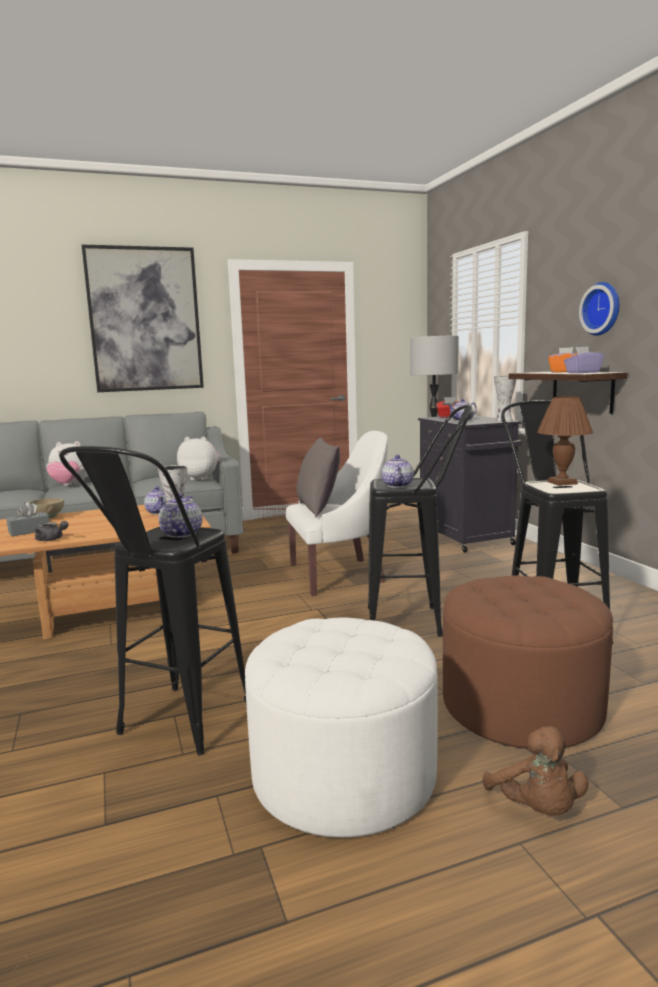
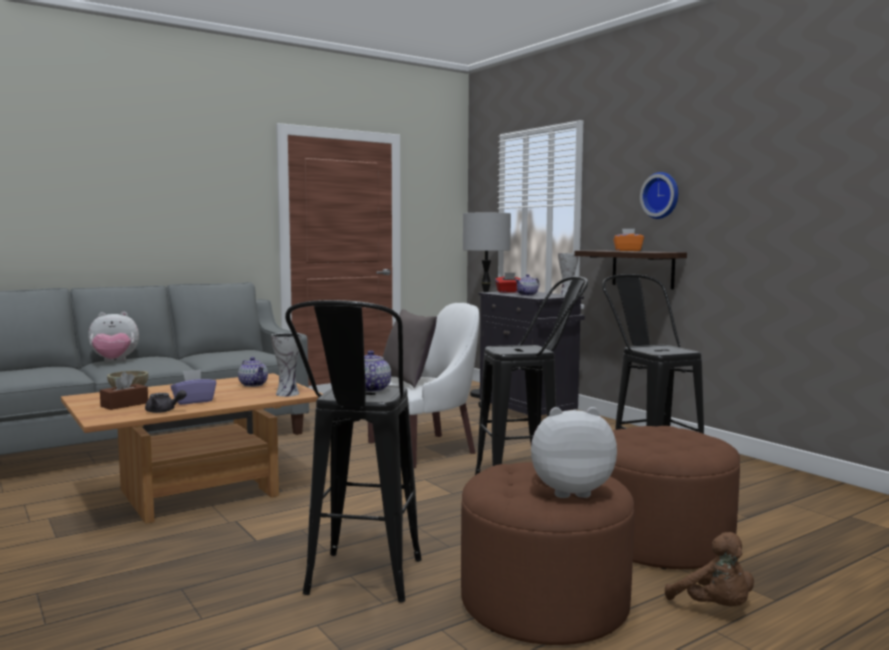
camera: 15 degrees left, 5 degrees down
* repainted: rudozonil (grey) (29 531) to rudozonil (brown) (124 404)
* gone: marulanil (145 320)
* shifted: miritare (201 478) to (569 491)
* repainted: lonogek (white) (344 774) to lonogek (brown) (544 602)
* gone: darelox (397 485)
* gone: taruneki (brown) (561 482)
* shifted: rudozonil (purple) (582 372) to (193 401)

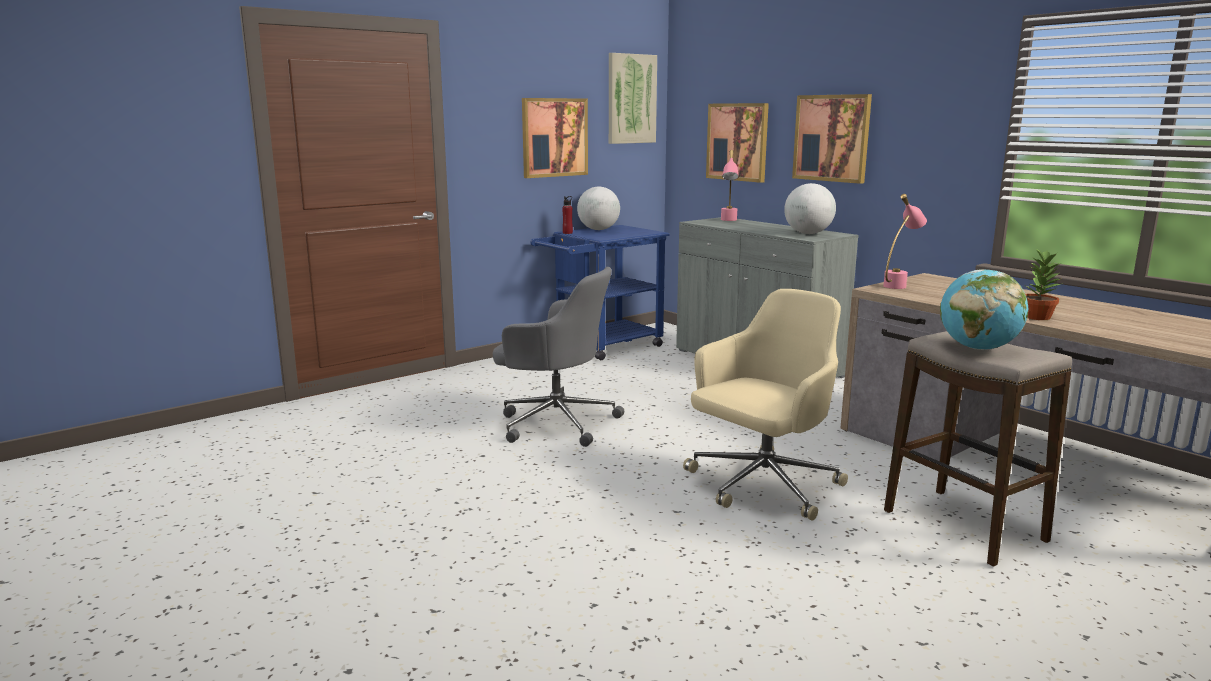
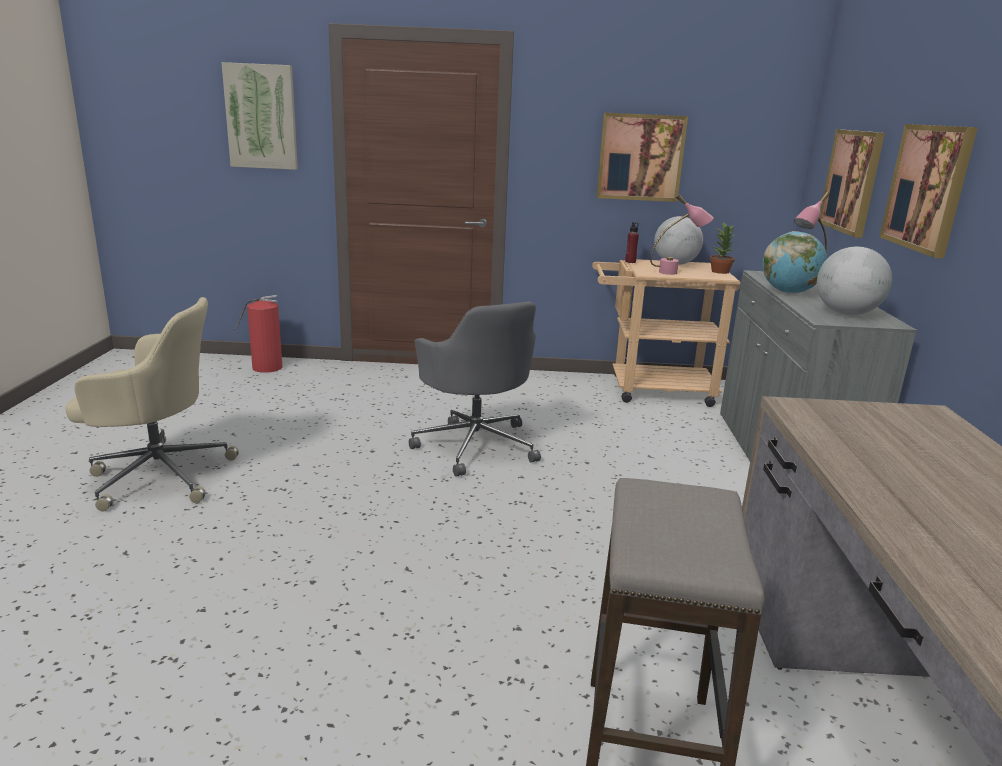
camera: 40 degrees right, 5 degrees up
* repainted: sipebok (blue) (601 347) to sipebok (beige) (651 390)
* shifted: marulanil (631 99) to (261 117)
* shifted: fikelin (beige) (762 485) to (158 475)
* shifted: taruneki (pink) (899 285) to (676 272)
* shifted: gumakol (978 348) to (788 292)
* shifted: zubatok (1036 317) to (720 271)
* new: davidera (265 367)

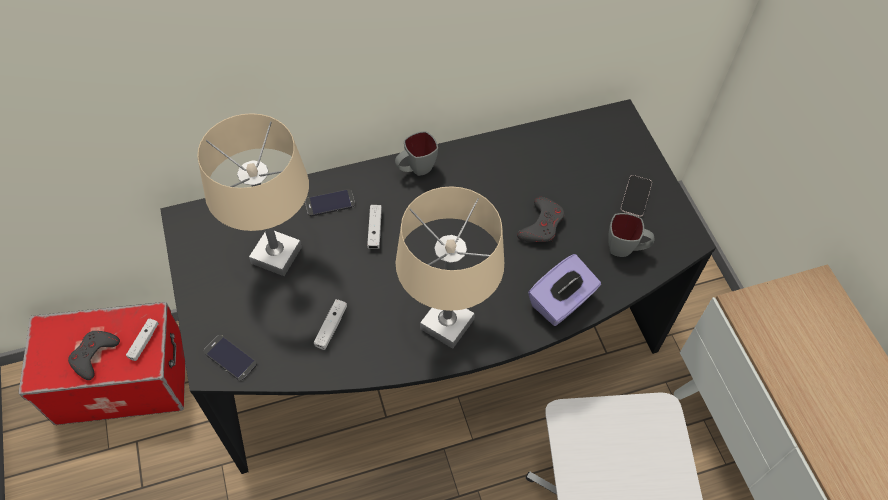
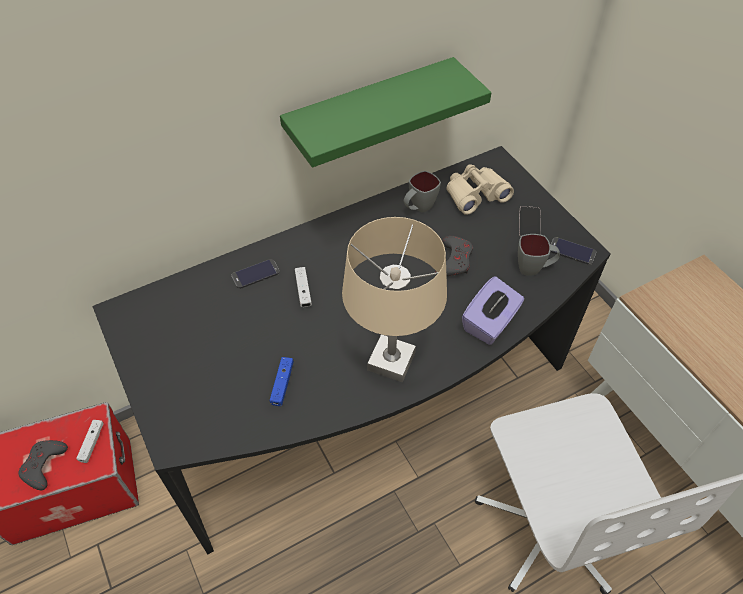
camera: 10 degrees left, 5 degrees down
* gone: taruneki (beige) (276 255)
* shifted: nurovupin (230 357) to (572 251)
* repainted: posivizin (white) (331 327) to posivizin (blue) (282 384)
* shifted: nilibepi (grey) (415 170) to (418 208)
* new: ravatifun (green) (370 115)
* new: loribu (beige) (475 194)

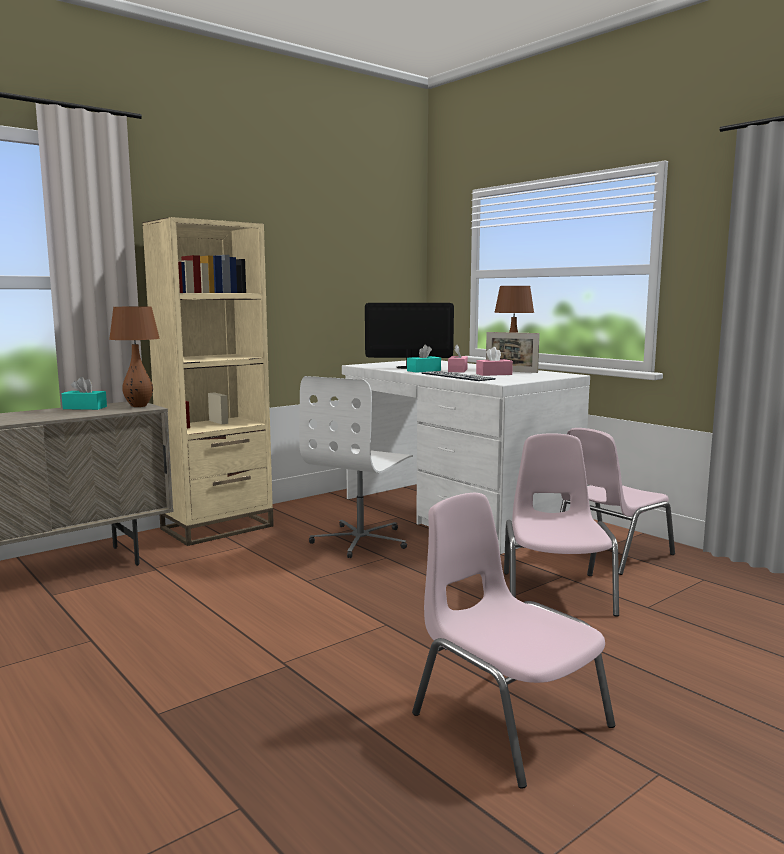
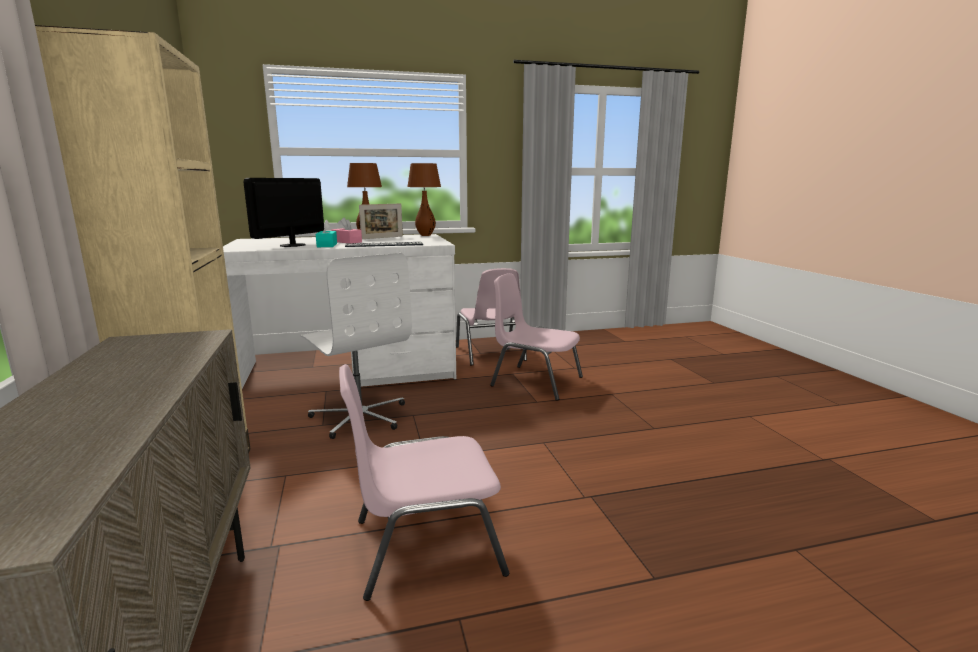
camera: 65 degrees left, 5 degrees up
* gone: rudozonil (turquoise) (85 408)
* shifted: taruneki (brown) (139 406) to (425 235)
* shifted: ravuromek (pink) (508 719) to (424 545)
* gone: rudozonil (pink) (494 374)

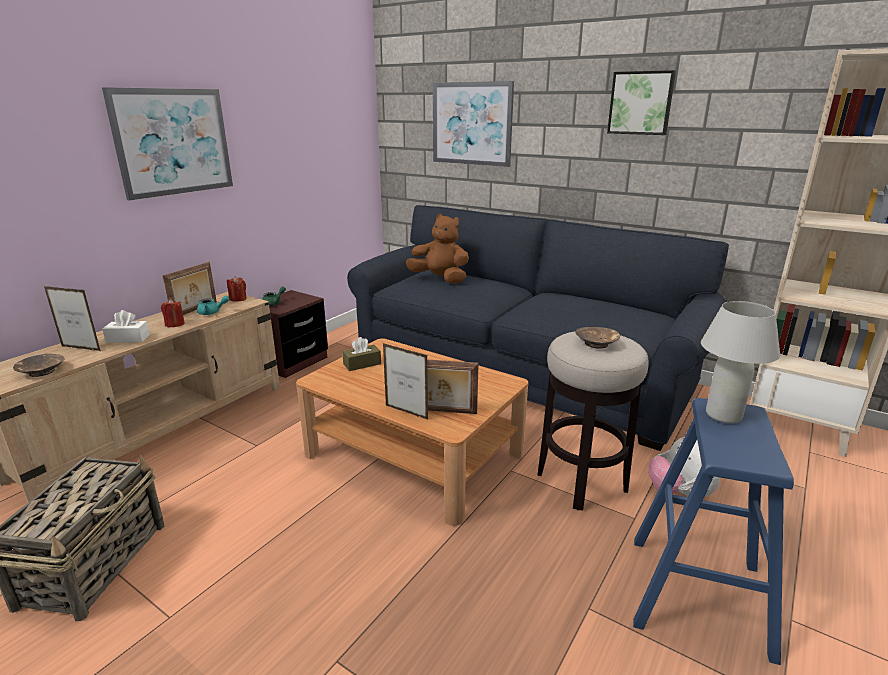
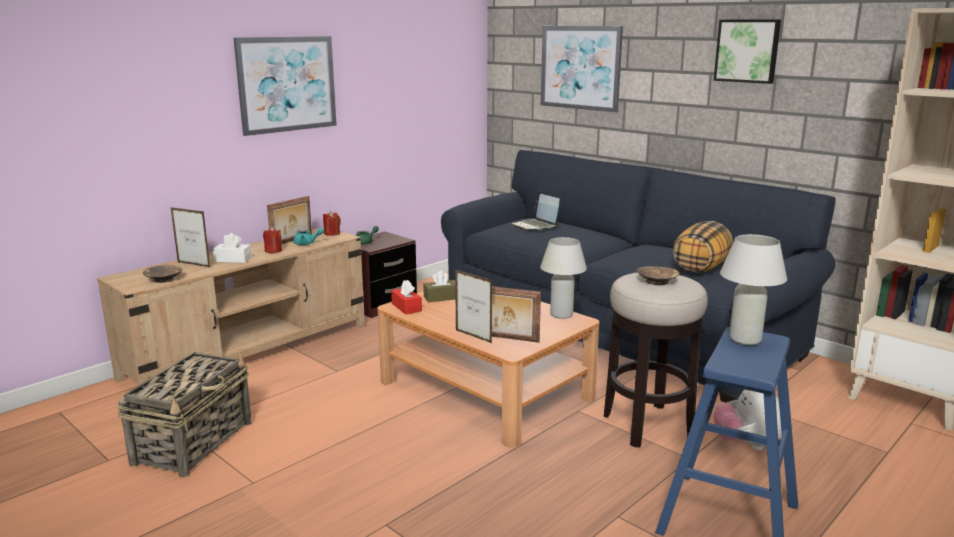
camera: 10 degrees right, 5 degrees down
* swapped: miritare (brown) (440 279) to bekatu (535 226)
* new: rudozonil (red) (406 307)
* new: taruneki (white) (561 315)
* new: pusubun (700 267)

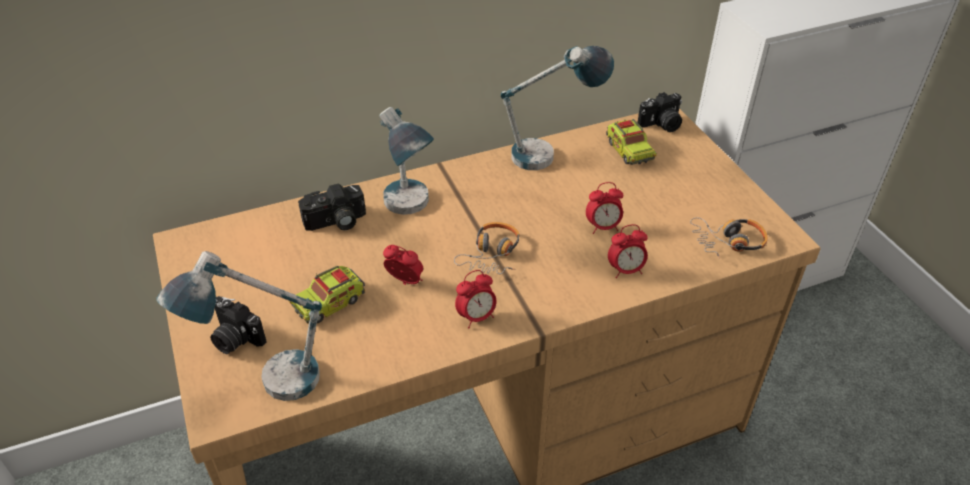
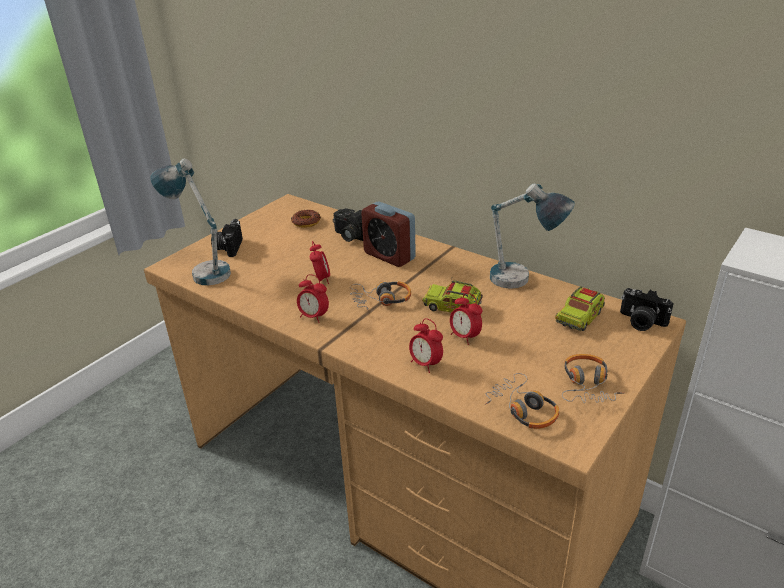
camera: 60 degrees right, 10 degrees down
* shifted: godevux (329 303) to (452 307)
* swapped: taruneki (410 212) to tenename (389 256)
* new: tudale (306 222)
* new: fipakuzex (587 385)

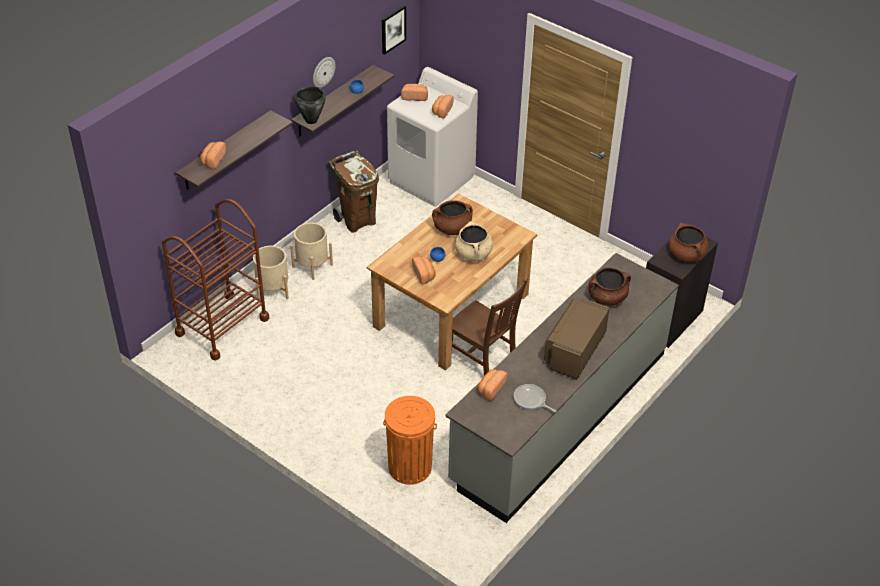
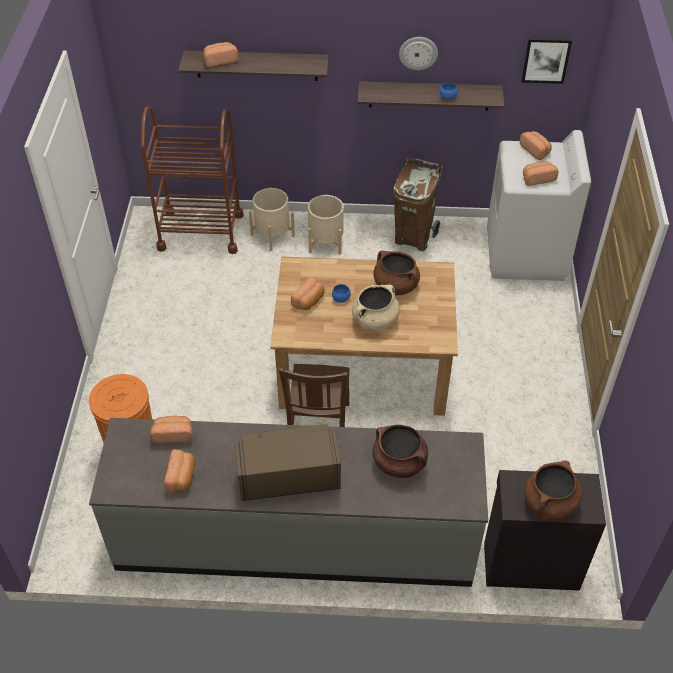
camera: 55 degrees right, 5 degrees up
* gone: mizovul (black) (311 120)
* swapped: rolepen (531 400) to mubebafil (182 477)

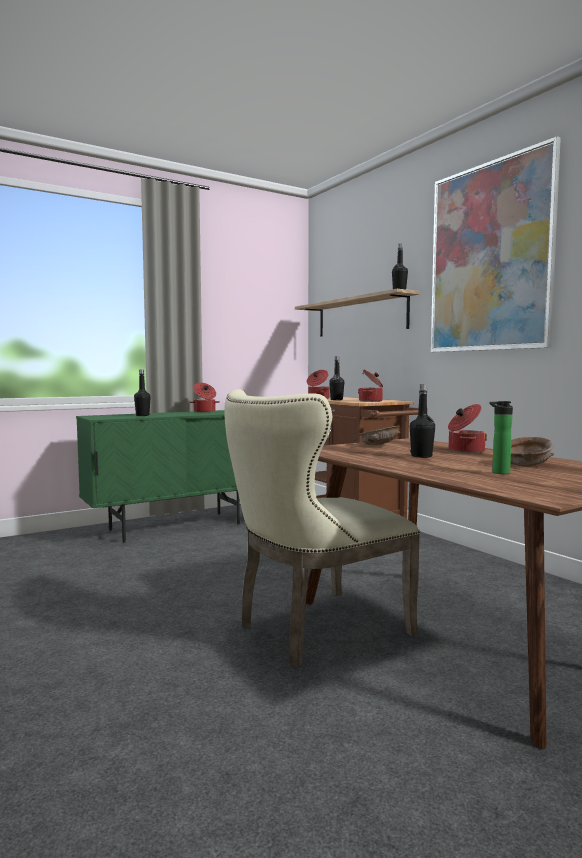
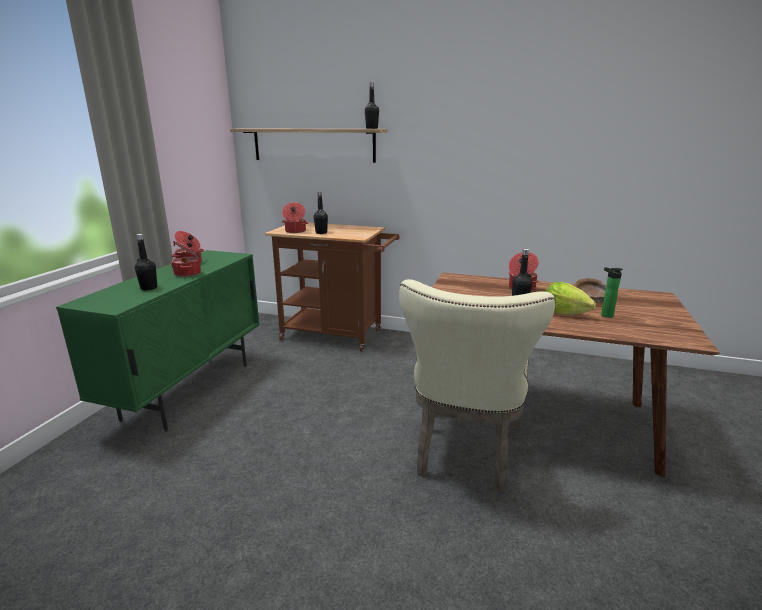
camera: 40 degrees left, 15 degrees up
* shifted: mizovul (371 401) to (188 273)
* gone: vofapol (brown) (379 445)
* gone: marulanil (489 257)
* new: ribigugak (564 313)

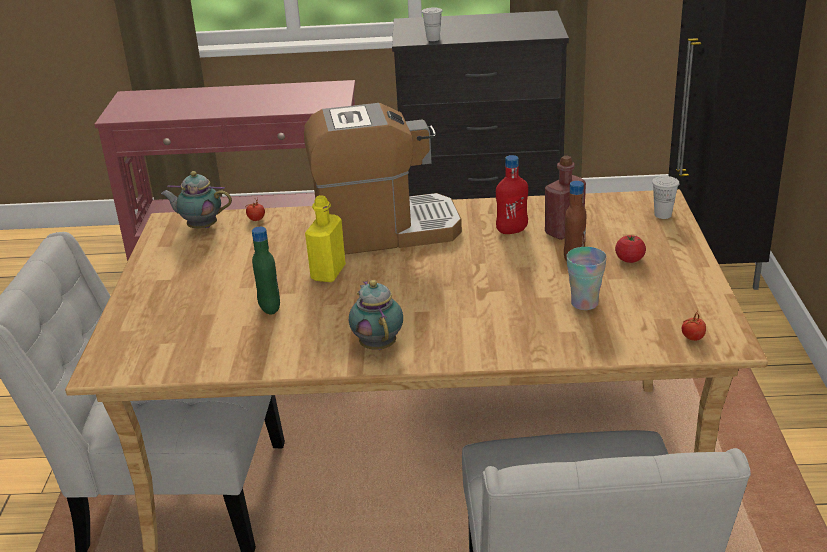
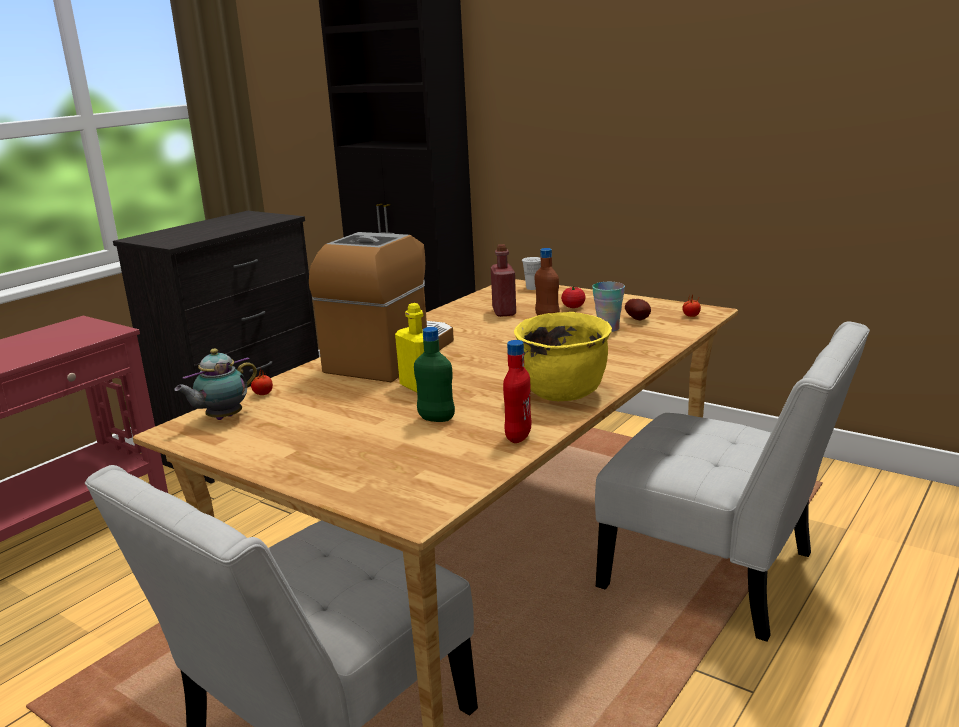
camera: 55 degrees left, 10 degrees down
* swapped: darelox (378 344) to mizovul (yellow) (563 393)
* gone: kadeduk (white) (433 39)
* shifted: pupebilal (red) (512 231) to (518 437)
* new: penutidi (638 319)

